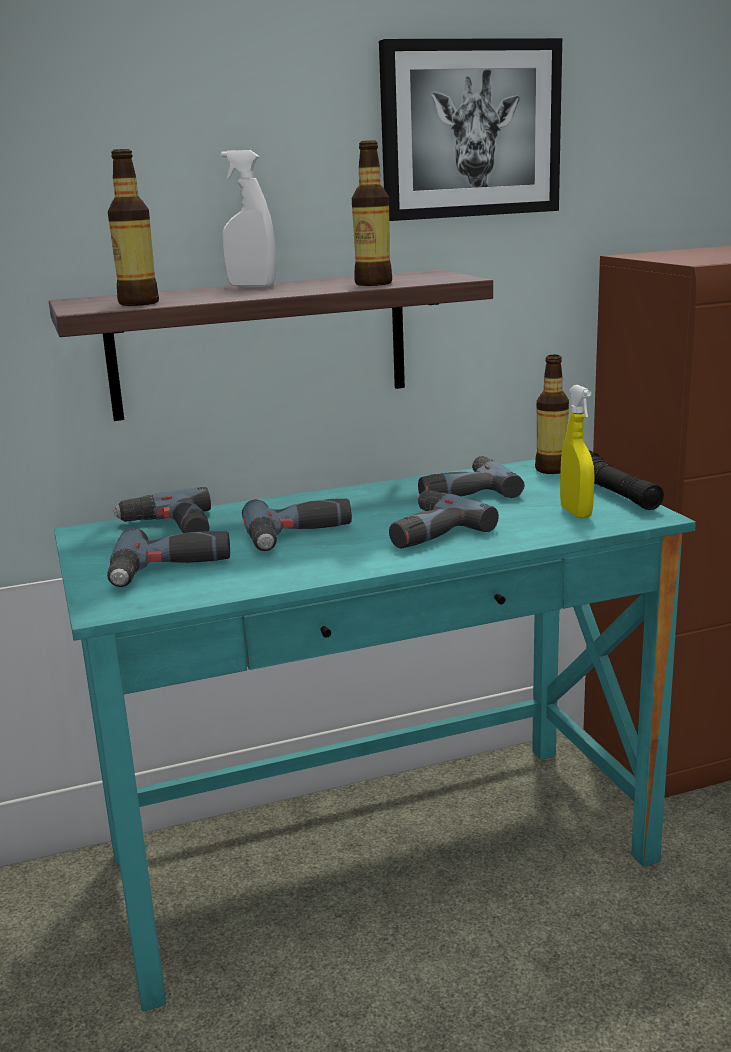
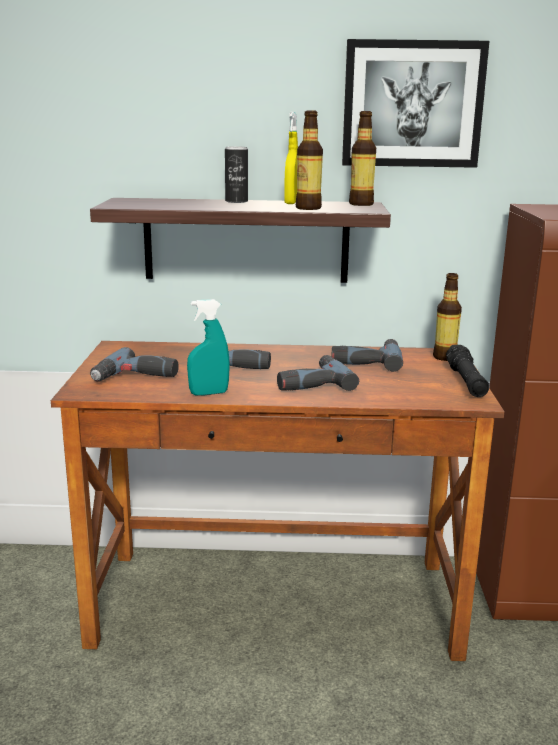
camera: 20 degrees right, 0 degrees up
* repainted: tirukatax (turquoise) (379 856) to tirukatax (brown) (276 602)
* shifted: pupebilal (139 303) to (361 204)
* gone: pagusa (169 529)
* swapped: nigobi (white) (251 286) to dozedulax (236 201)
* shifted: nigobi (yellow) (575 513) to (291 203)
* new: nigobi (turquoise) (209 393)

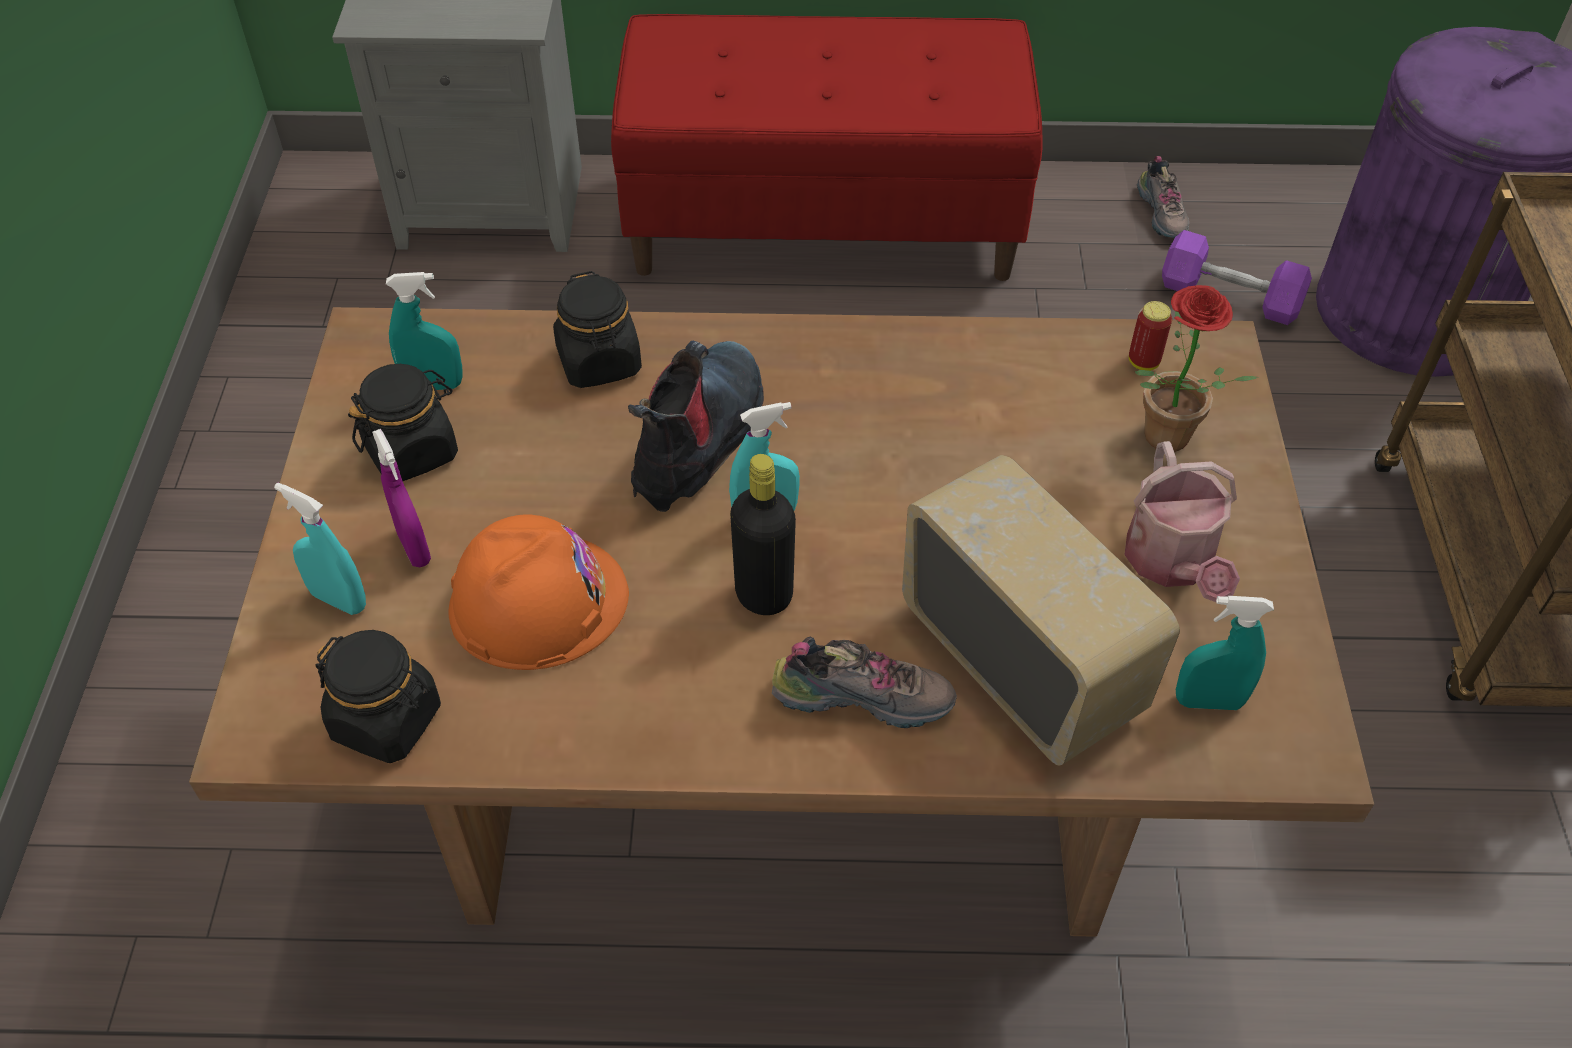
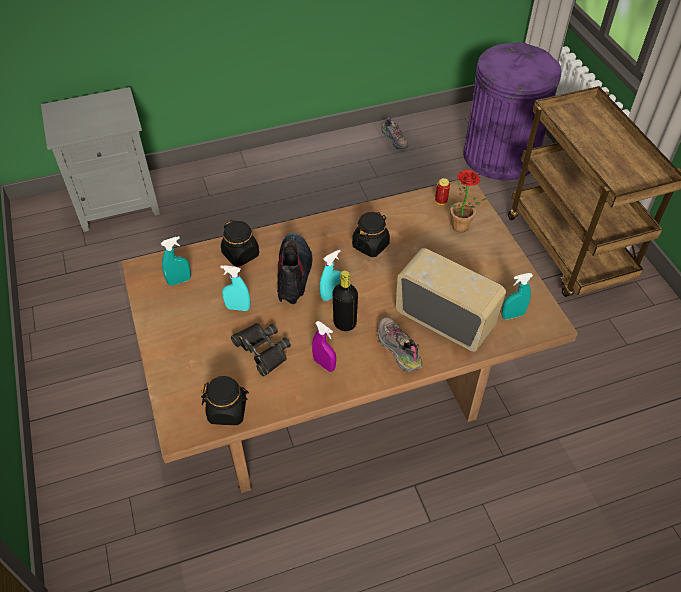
camera: 20 degrees left, 0 degrees up
* shifted: nigobi (turquoise) (339 600) to (238 307)
* shifted: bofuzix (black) (412 451) to (370 245)
* shifted: nigobi (purple) (414 548) to (324 364)
* swapped: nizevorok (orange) (538 601) to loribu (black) (262 350)
* gone: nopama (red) (824 224)
* rotated: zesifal (864 696) = (397 348) 105 degrees counterclockwise
* gone: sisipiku (1172 564)
* gone: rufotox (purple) (1229 296)

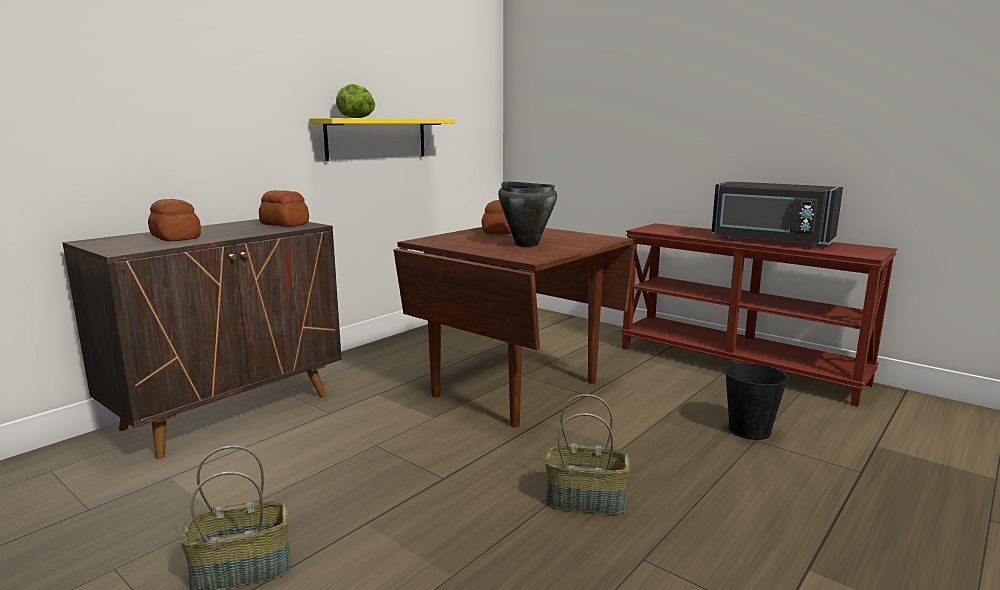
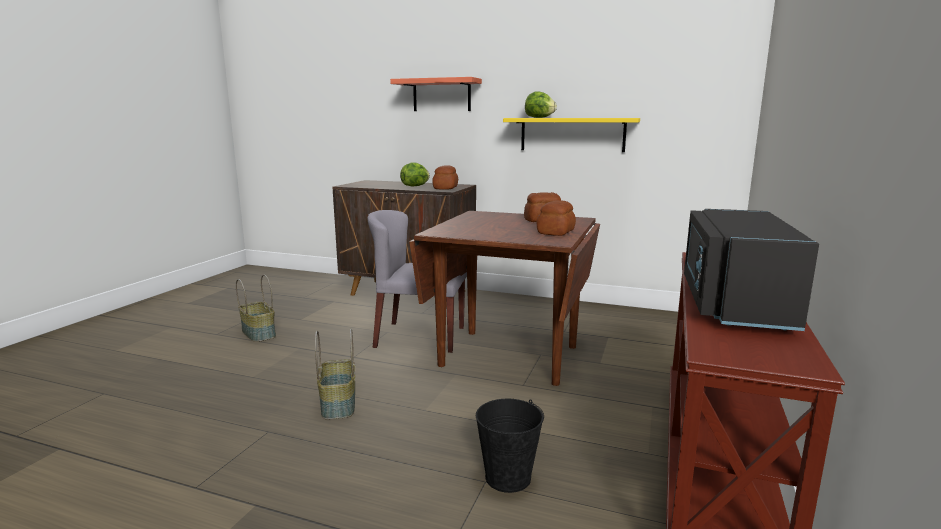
camera: 70 degrees right, 0 degrees up
* shifted: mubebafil (176 237) to (556 232)
* gone: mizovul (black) (526 244)
* new: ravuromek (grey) (419 337)
* new: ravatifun (441 95)
* new: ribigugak (415 186)

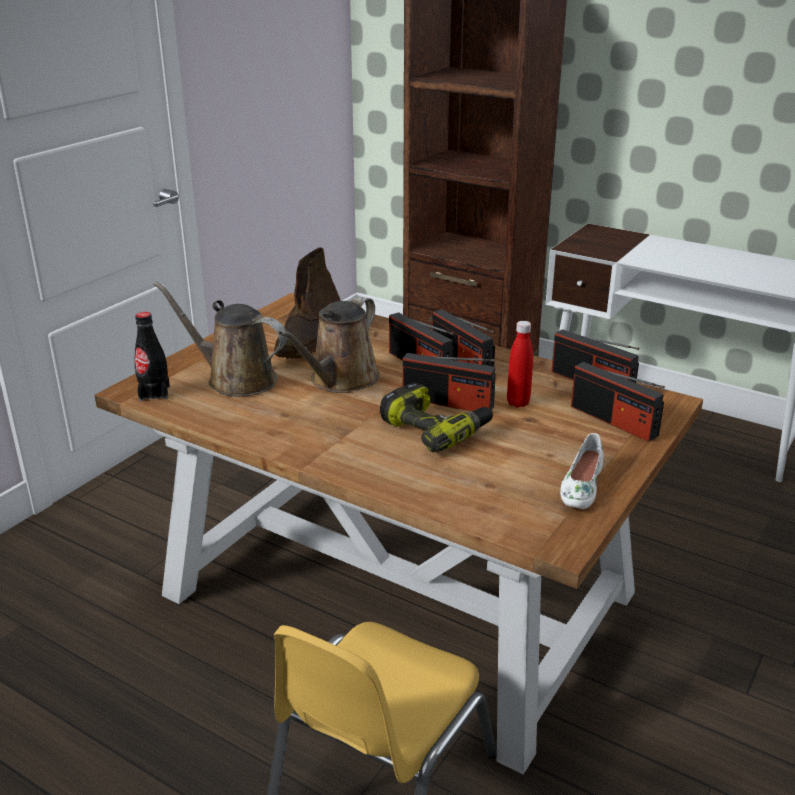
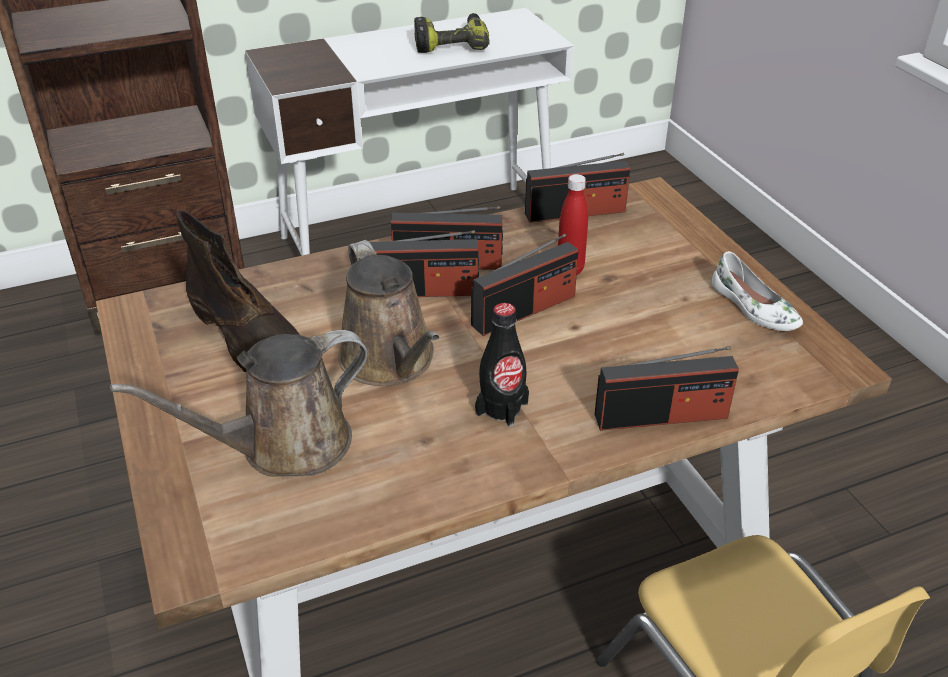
camera: 55 degrees left, 10 degrees up
* shifted: pupebilal (black) (154 393) to (502 408)
* shifted: pagusa (436 428) to (451 43)
* shifted: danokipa (613 421) to (661 416)

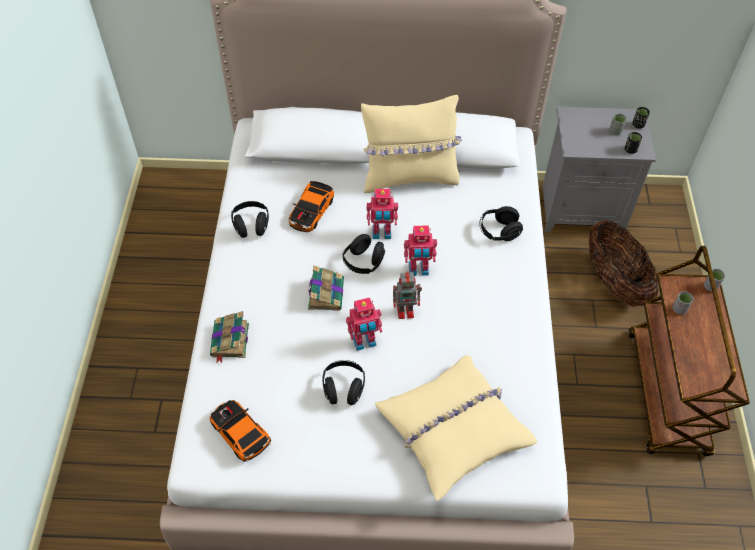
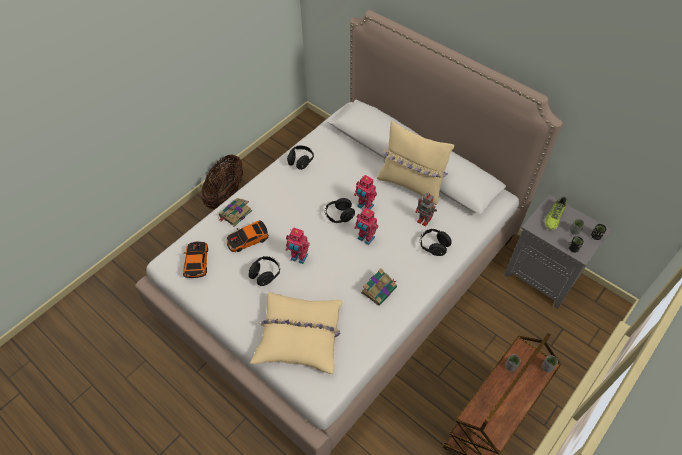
camera: 40 degrees right, 0 degrees up
* shifted: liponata (311 211) to (248 239)
* shifted: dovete (326 293) to (379 289)
* shifted: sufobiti (406 310) to (424 220)
* shifted: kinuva (614 281) to (226 195)
* new: zesifal (554 217)

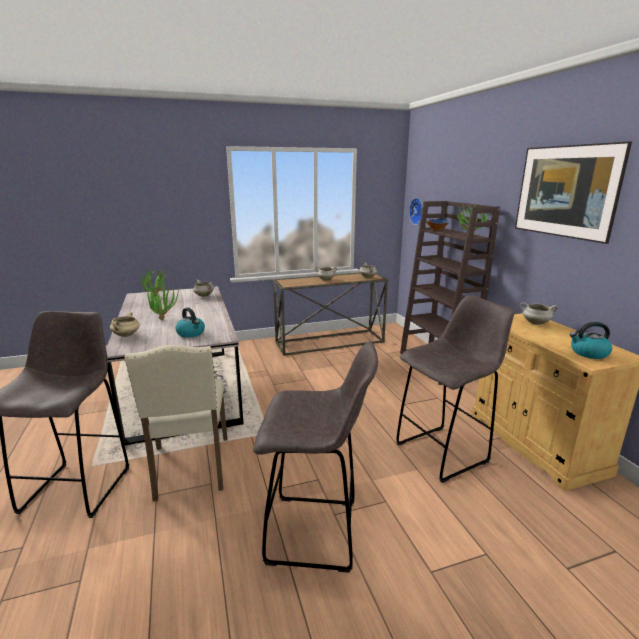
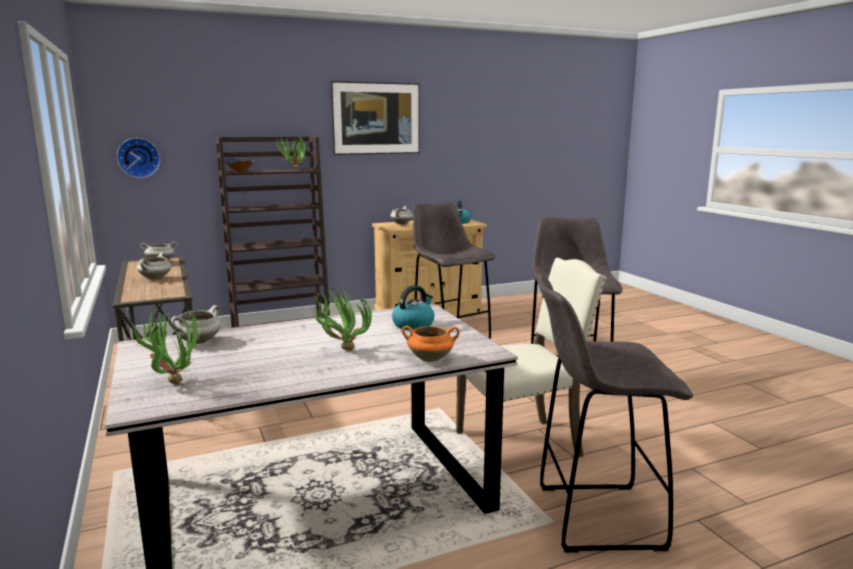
camera: 95 degrees left, 5 degrees down
* repainted: mizovul (beige) (126 335) to mizovul (orange) (430 359)

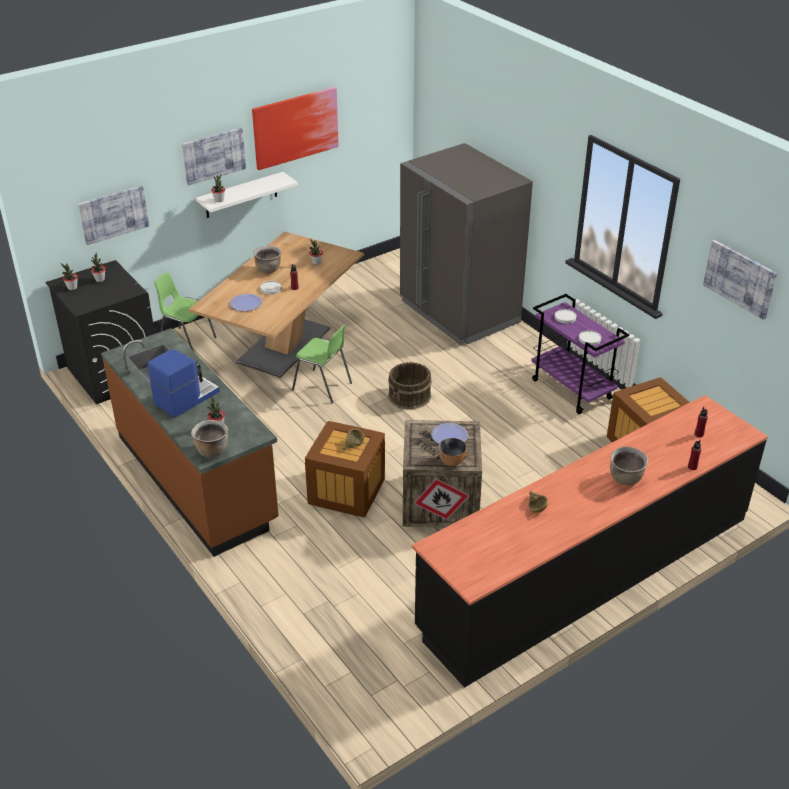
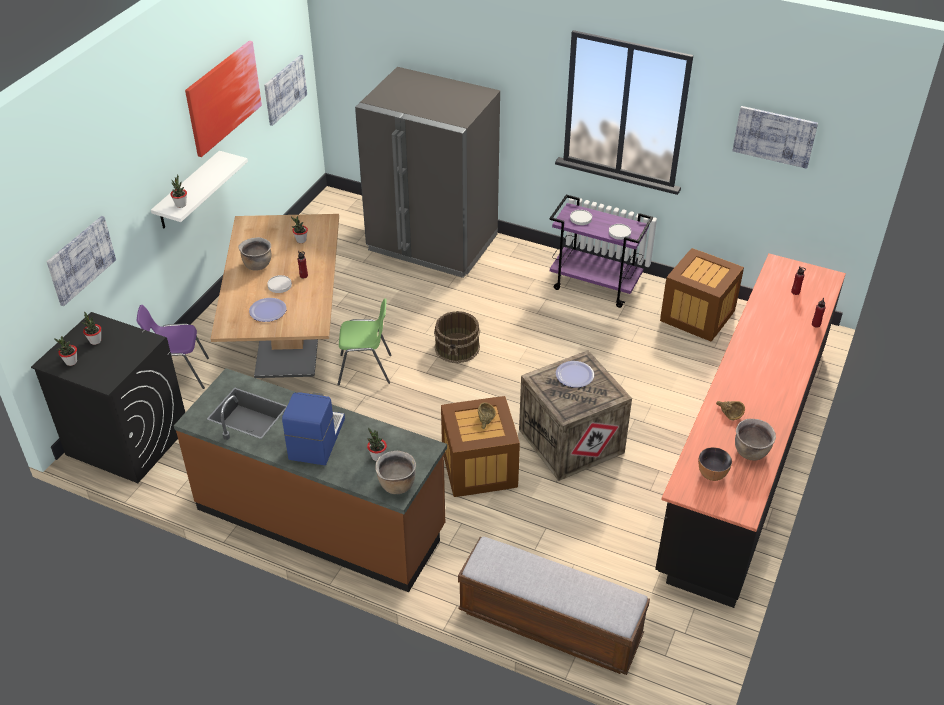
camera: 30 degrees left, 5 degrees up
* repainted: ravuromek (green) (187 342) to ravuromek (purple) (179 374)
* shifted: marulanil (214 155) to (284 89)
* shifted: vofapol (452 461) to (712 474)
* shifted: mizovul (brown) (626 479) to (751 452)
* new: nopama (549 624)

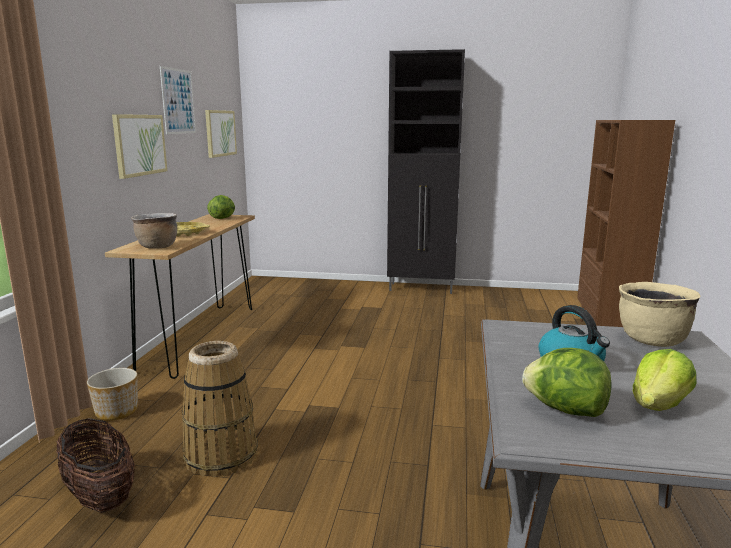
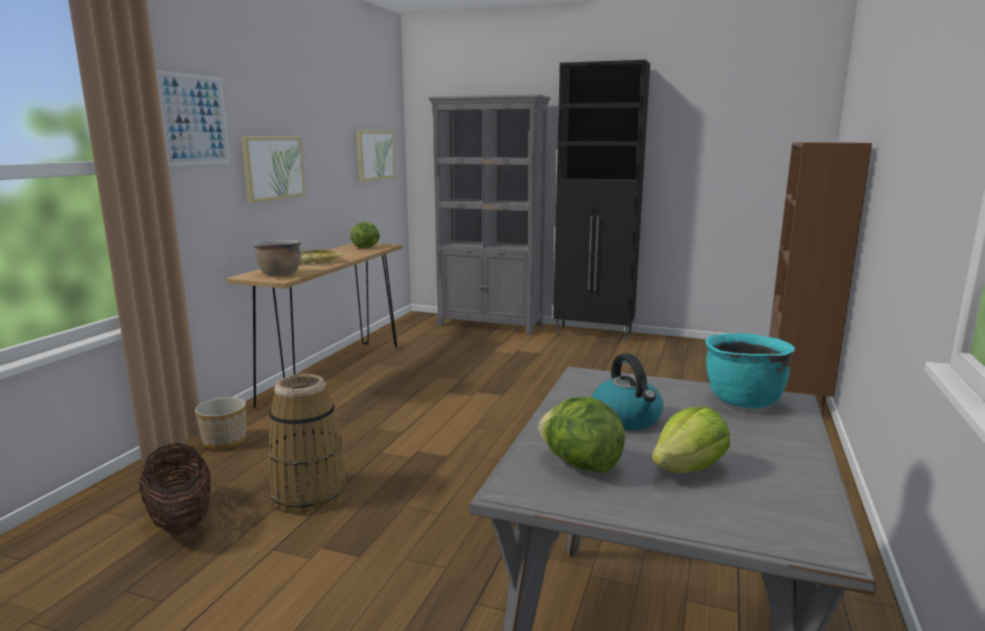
camera: 10 degrees right, 0 degrees up
* shifted: marulanil (178 101) to (194 119)
* repainted: mizovul (beige) (651 340) to mizovul (turquoise) (742 400)
* new: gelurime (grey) (490 325)

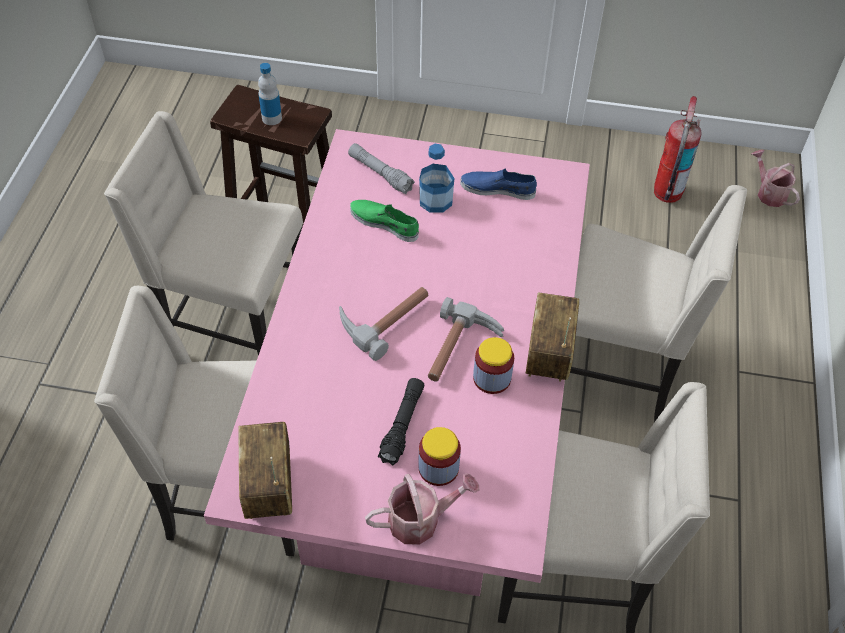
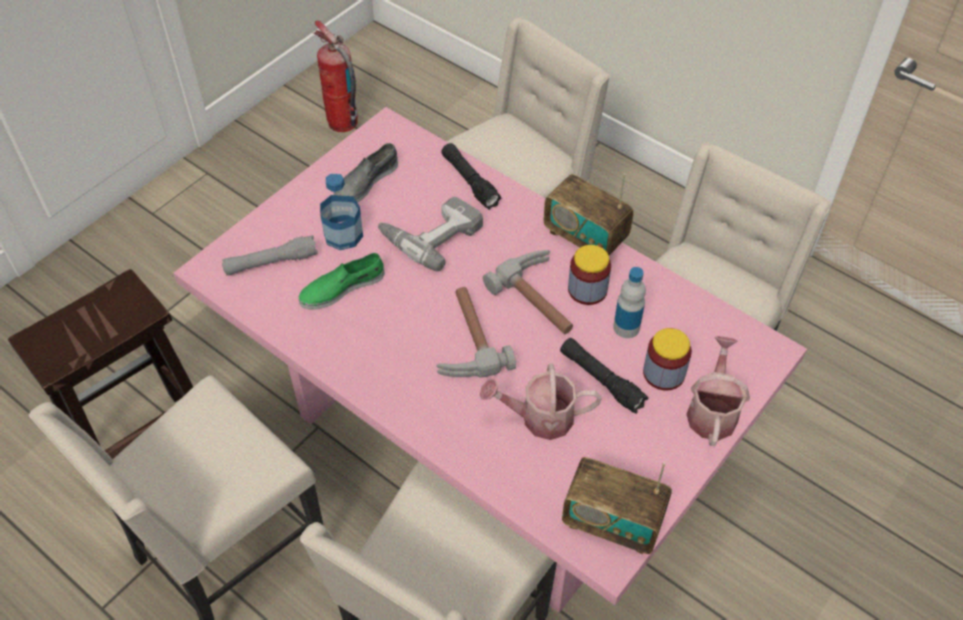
camera: 60 degrees left, 0 degrees up
* shifted: pupebilal (272 118) to (626 327)
* repainted: zesifal (blue) (498 189) to zesifal (grey) (365 182)
* shifted: sisipiku (769 193) to (539 418)
* new: pagusa (430 234)
* new: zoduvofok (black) (469 181)

